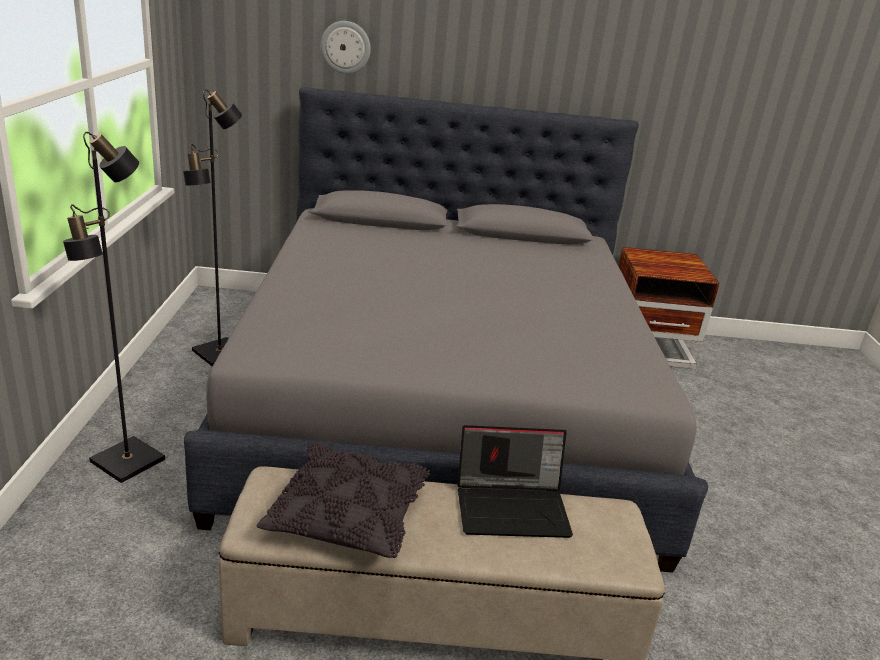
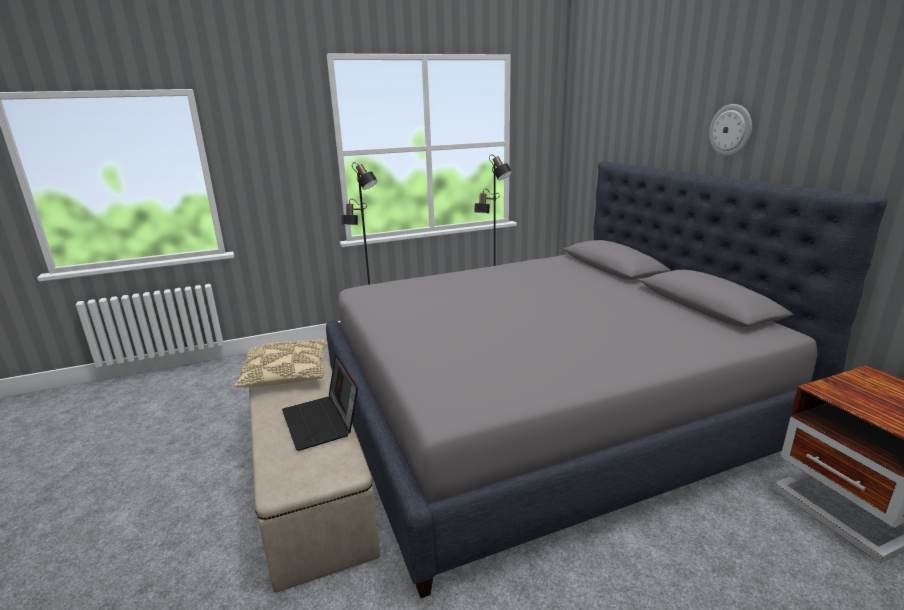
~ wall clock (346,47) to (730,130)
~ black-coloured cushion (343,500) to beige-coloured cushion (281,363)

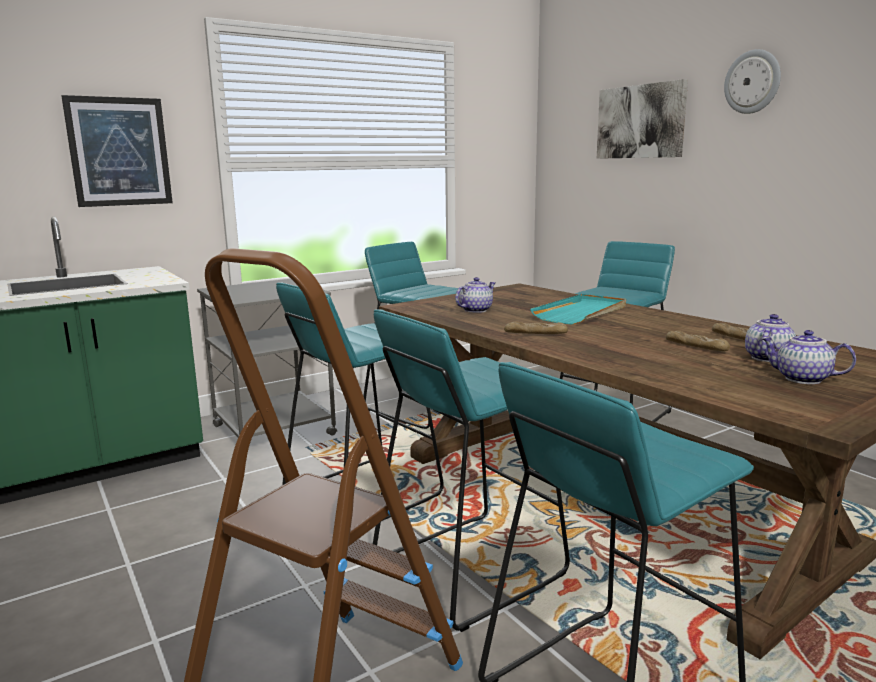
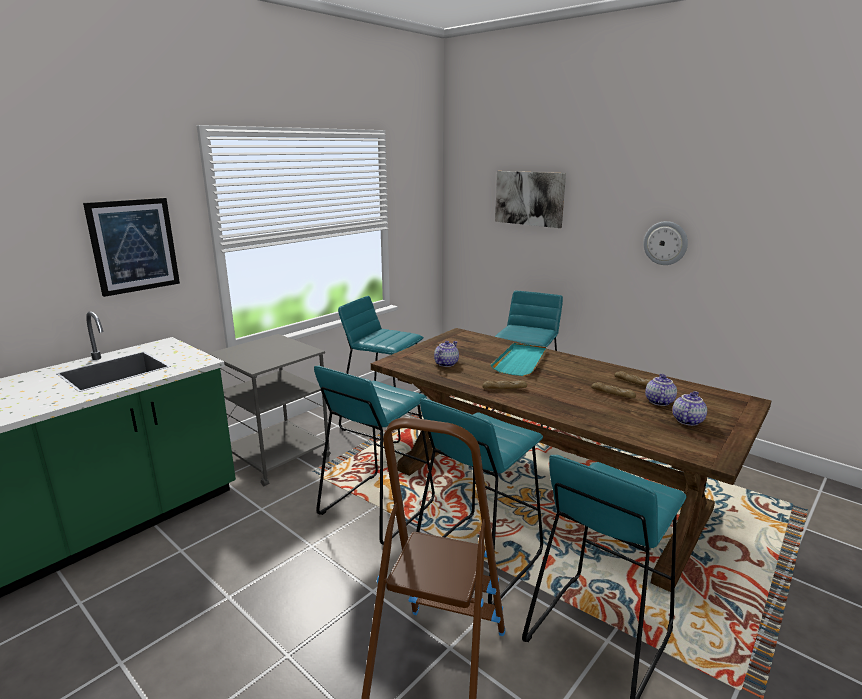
~ wall clock (752,81) to (665,243)
~ pot for tea (808,357) = (690,408) 105 degrees clockwise

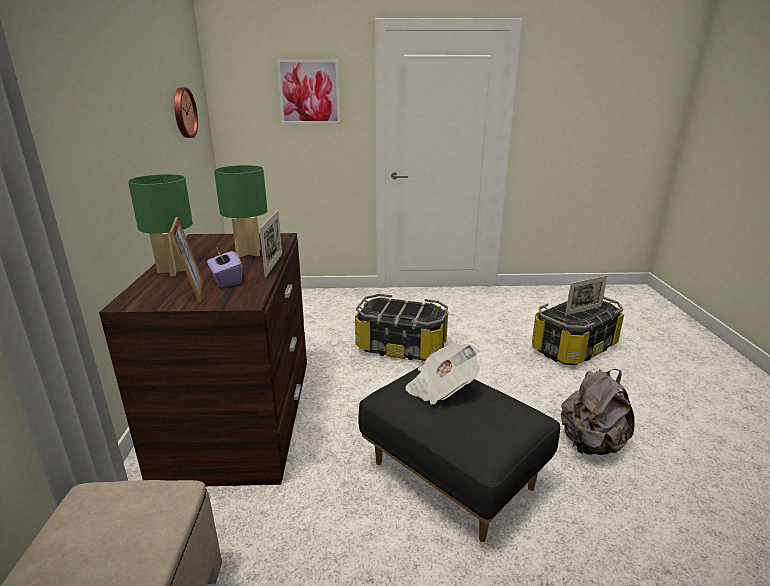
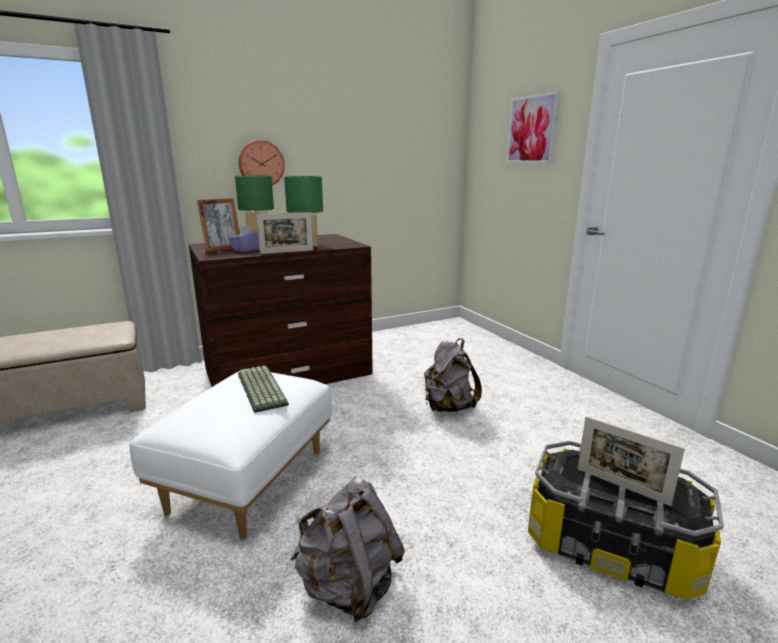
~ wall clock (186,113) to (261,162)
~ storage bin (401,327) to greyish backpack (453,375)
~ daily paper (443,374) to computer keyboard (263,389)
~ black-coloured footrest (459,453) to white footrest (231,454)

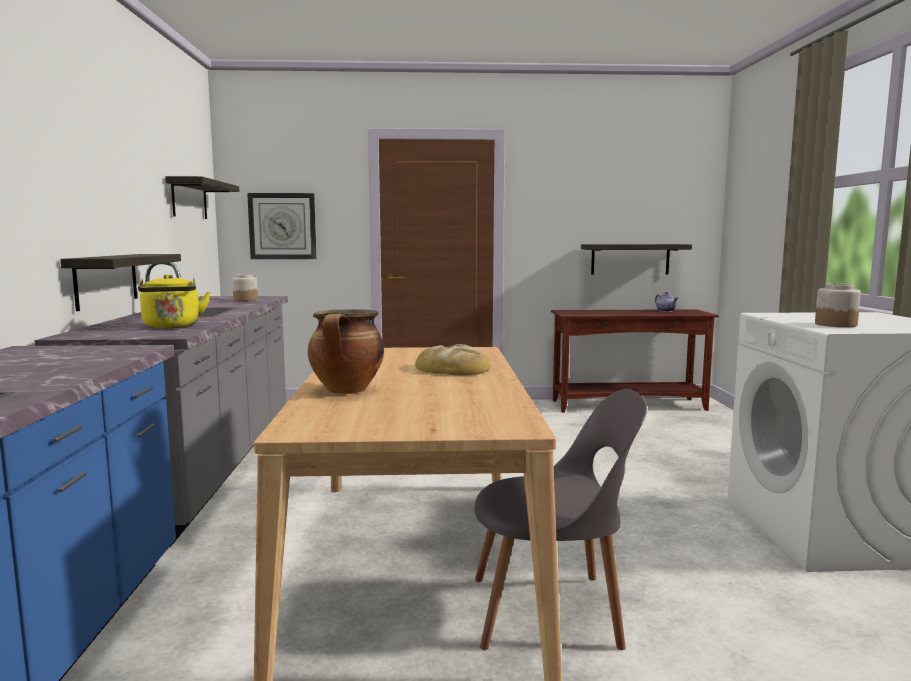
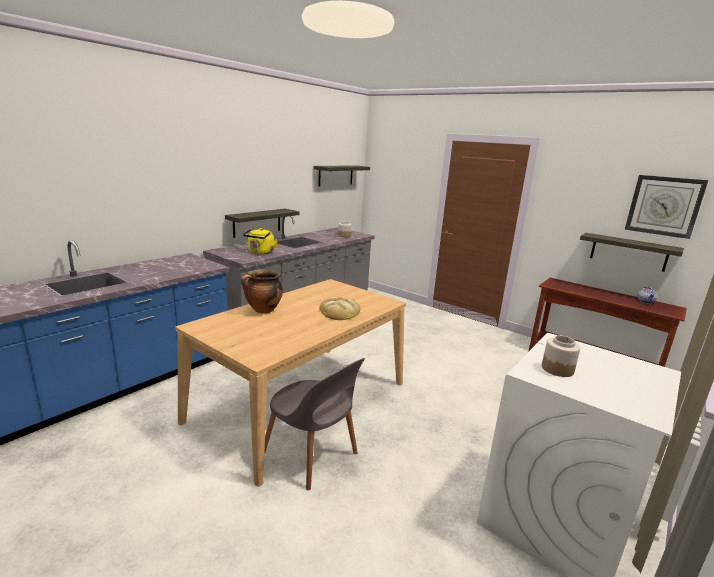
~ wall clock (282,226) to (666,207)

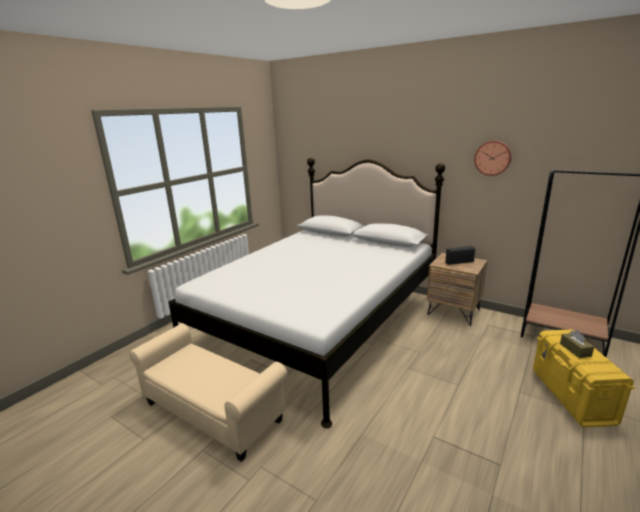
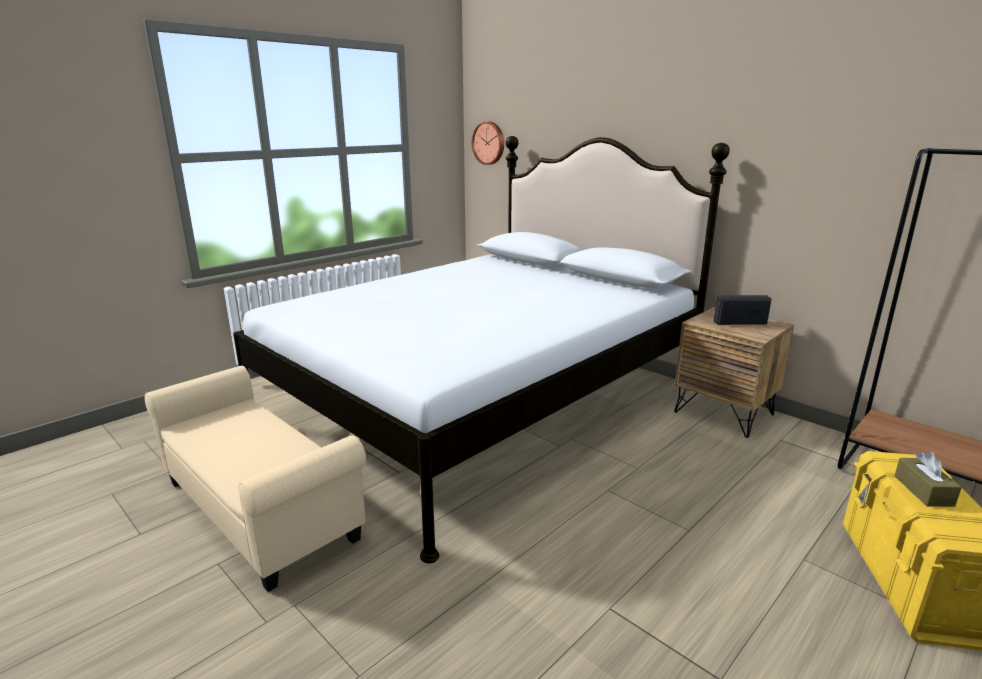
~ wall clock (493,158) to (488,143)

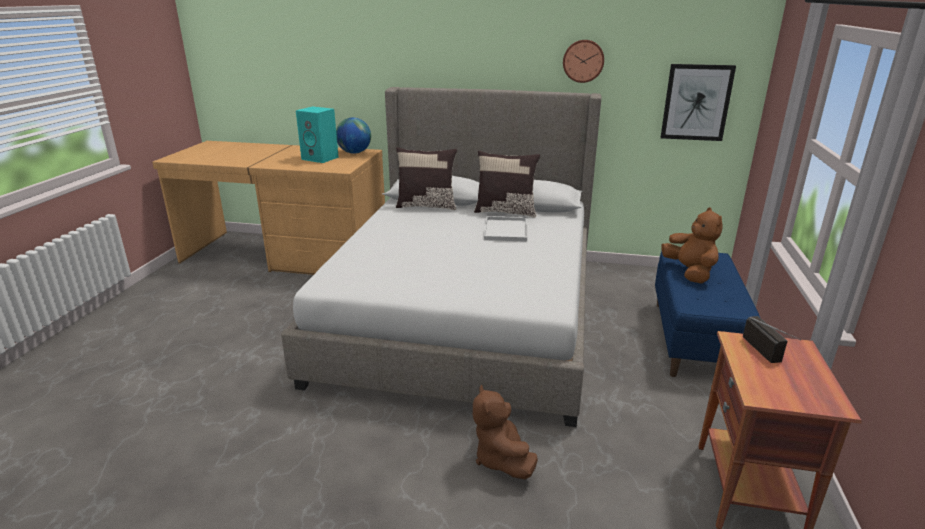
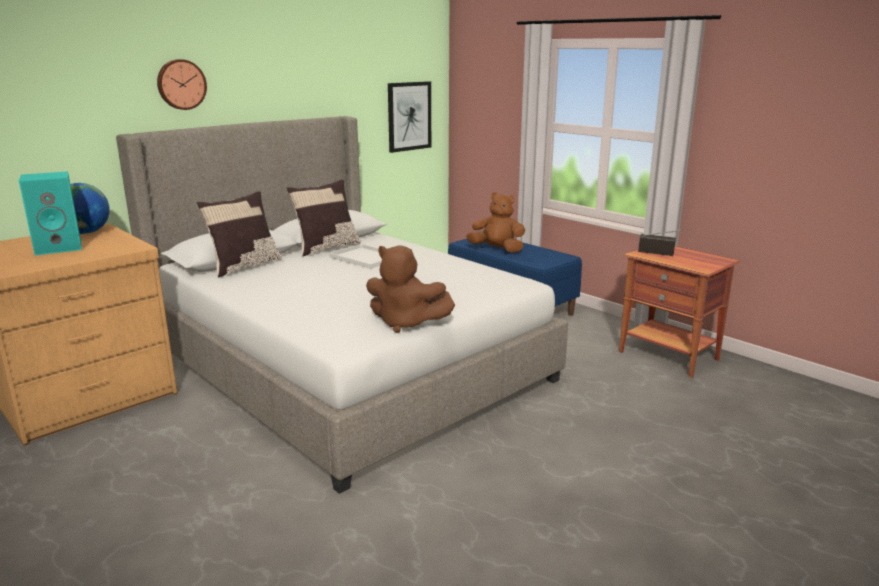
~ wall clock (583,61) to (182,84)
~ brownish plush toy (505,432) to (410,289)

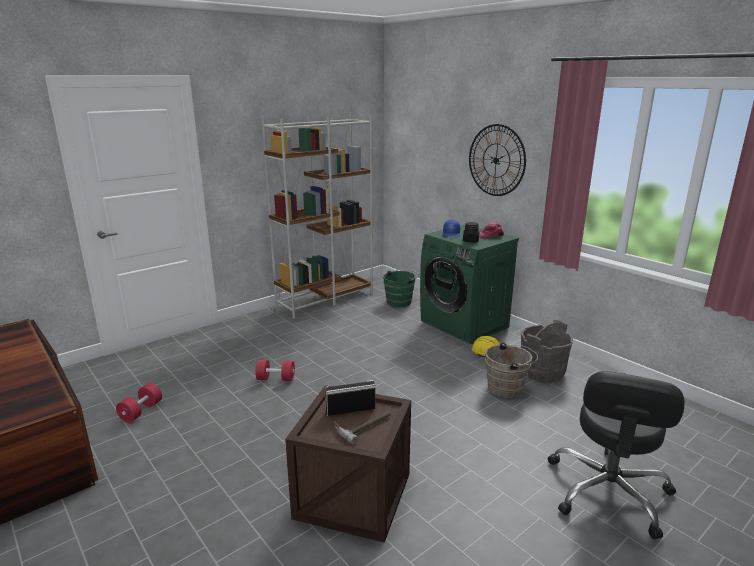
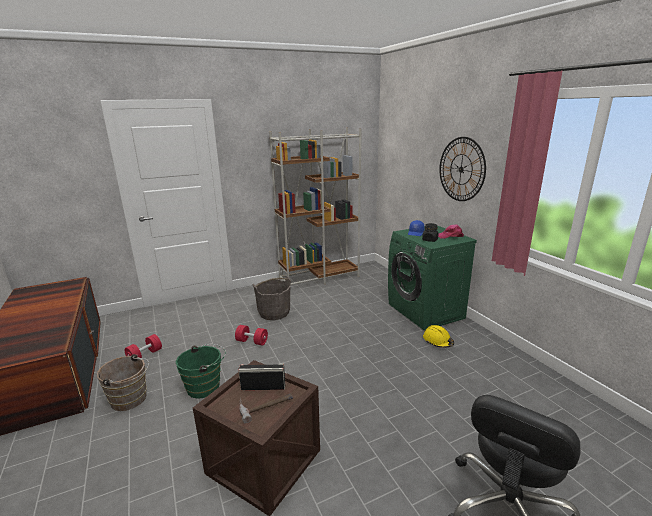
~ green-coloured pail (401,288) to (201,371)
~ greyish pail (547,351) to (271,298)
~ brownish pail (511,370) to (123,382)

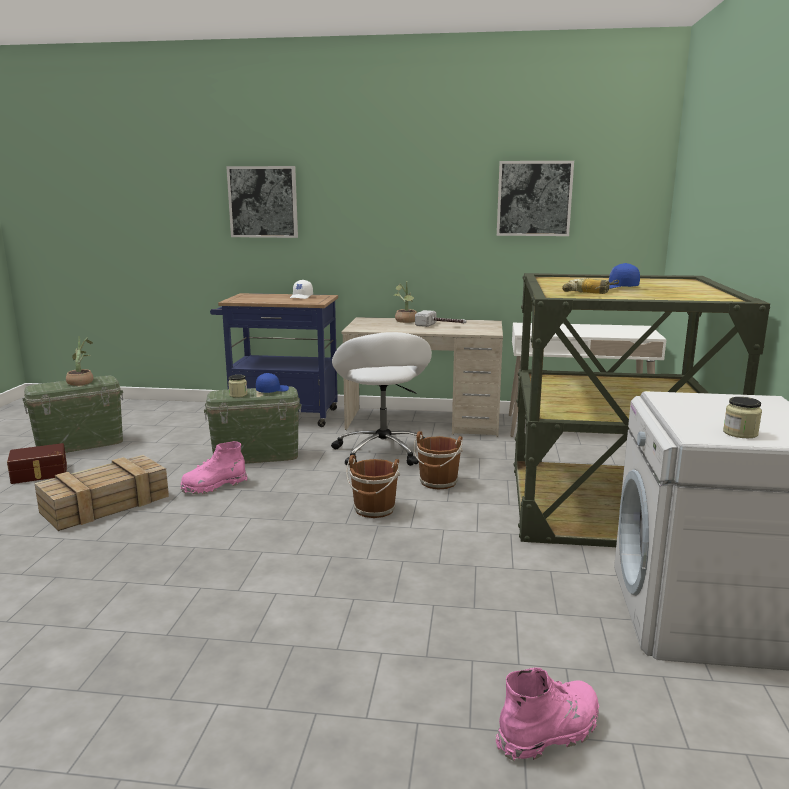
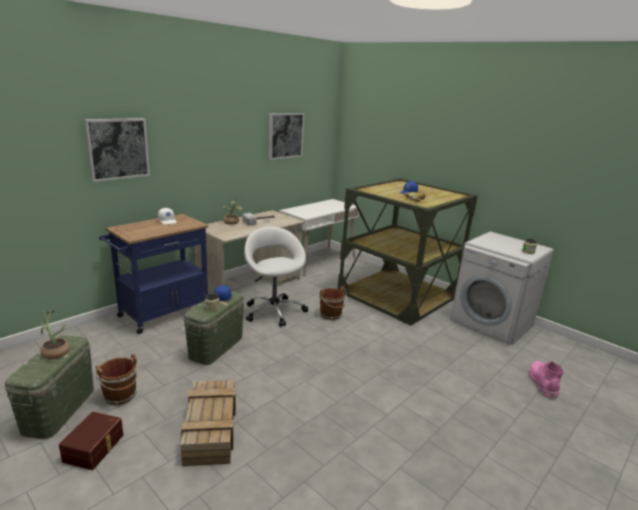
~ white desk chair (381,399) = (276,276) 150 degrees counterclockwise
- pink high-top boot (214,467)
~ brownish pail (373,486) to (117,379)

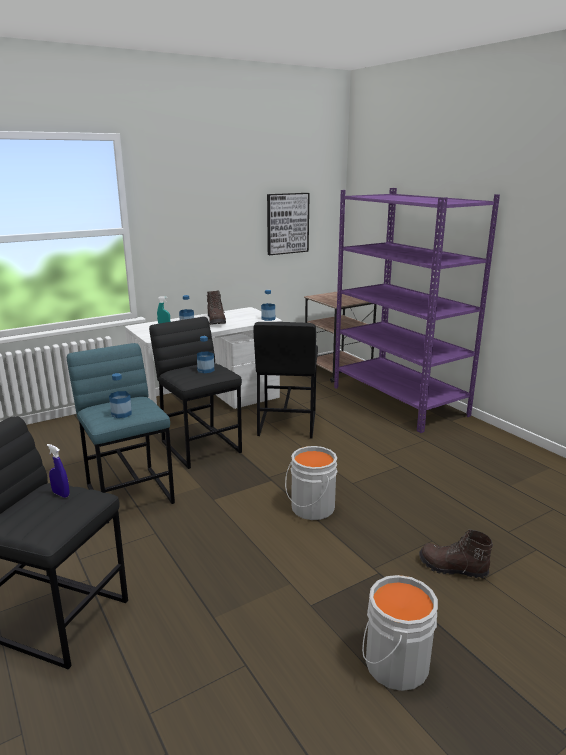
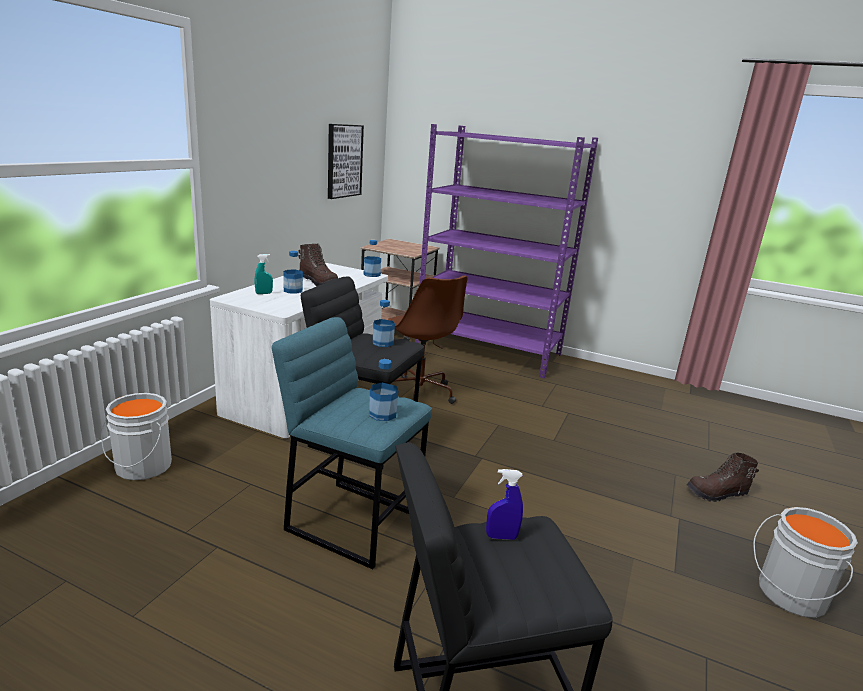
~ black-coloured stool seat (285,380) to brownish desk chair (427,339)
~ greyish pail (311,483) to (136,436)

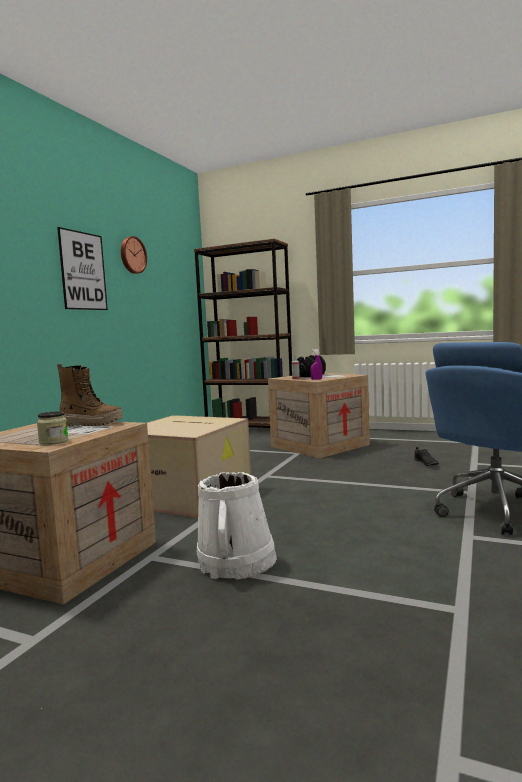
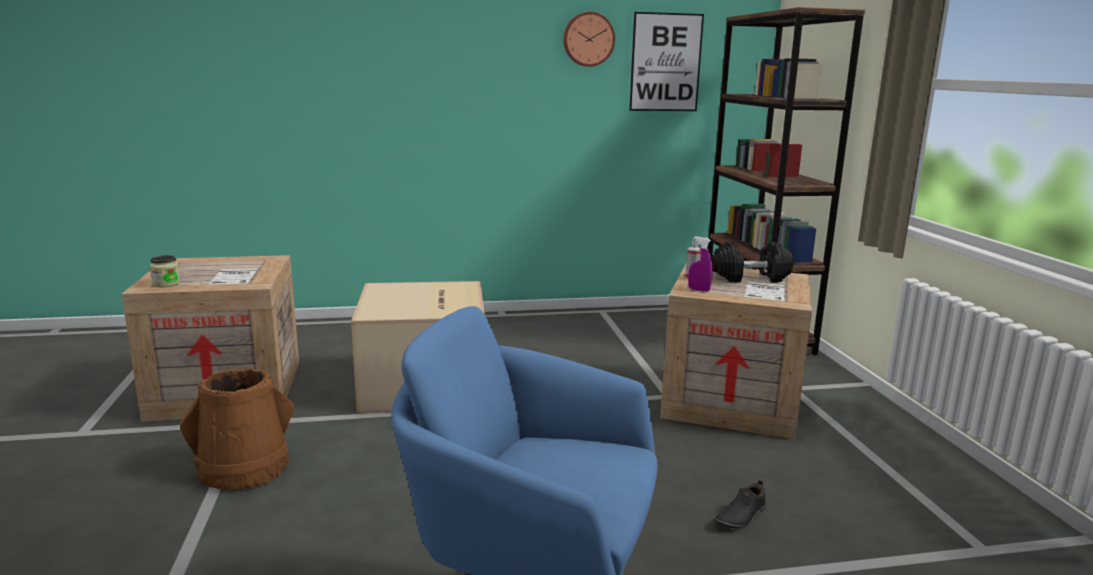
~ wall art (82,268) to (666,61)
- high-top boot (90,395)
~ white pail (237,525) to brownish pail (237,429)

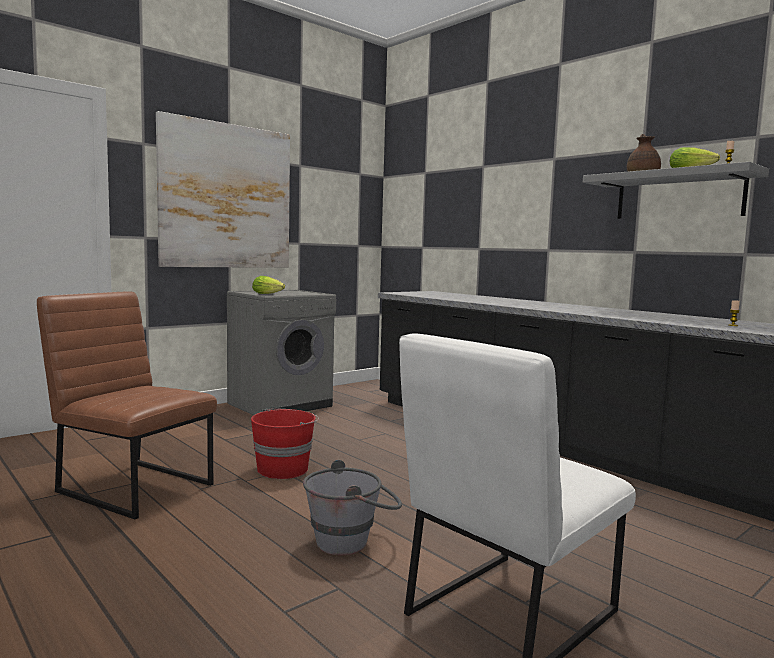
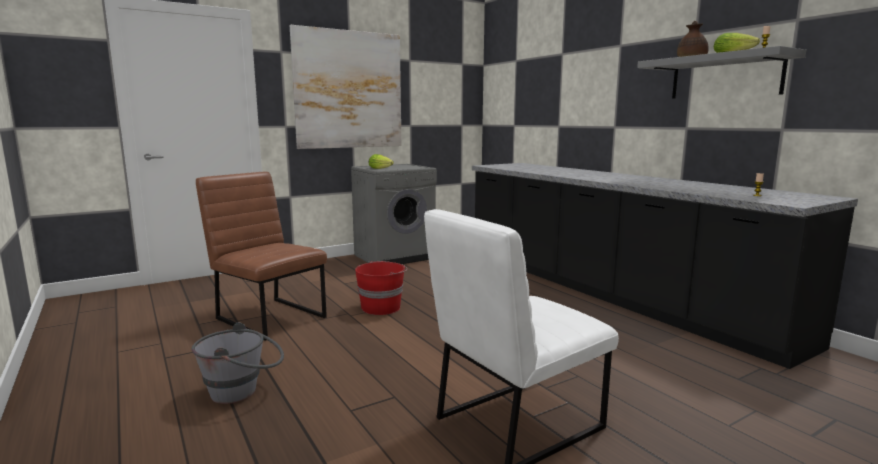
~ greyish pail (352,507) to (238,363)

